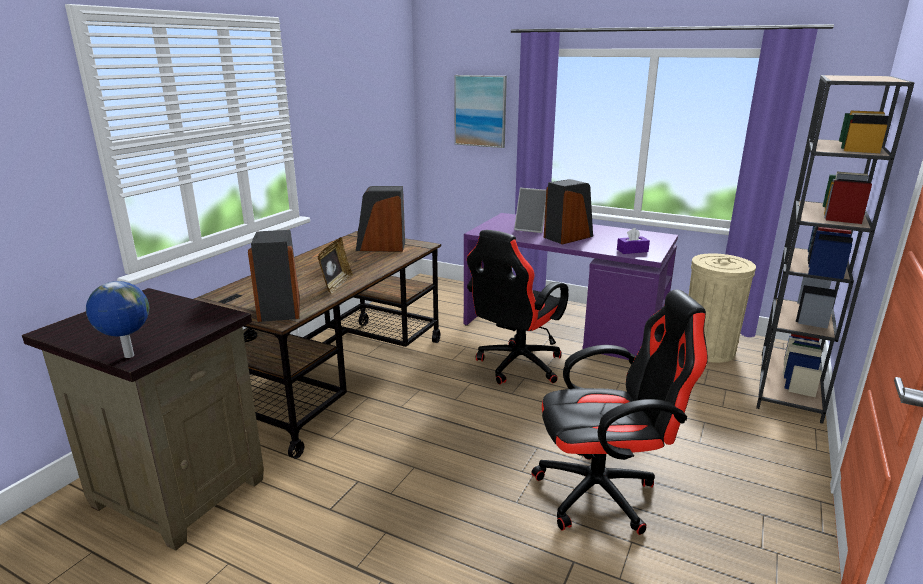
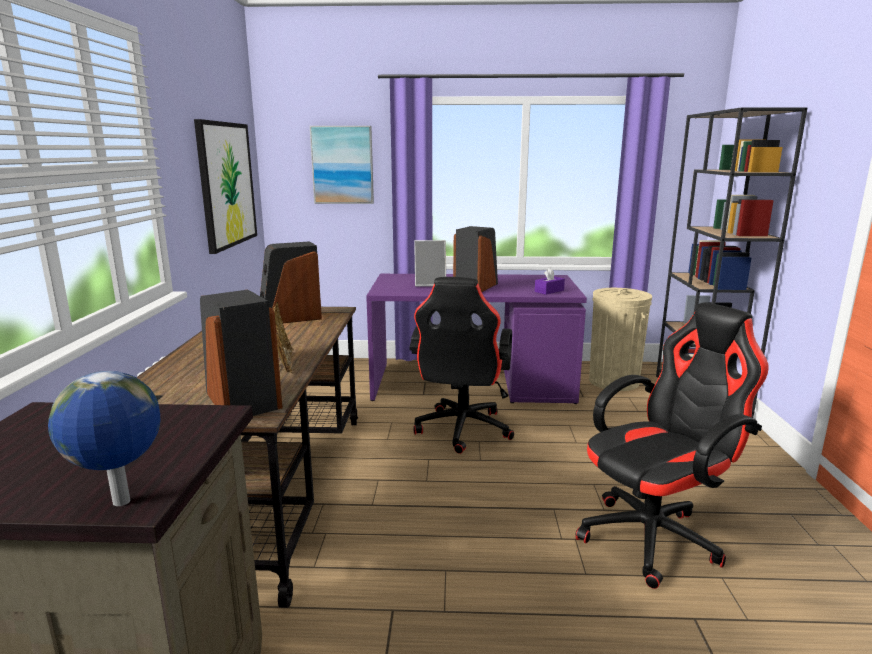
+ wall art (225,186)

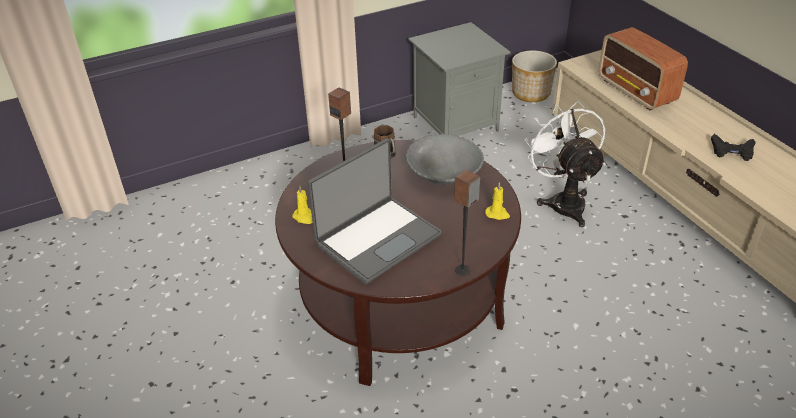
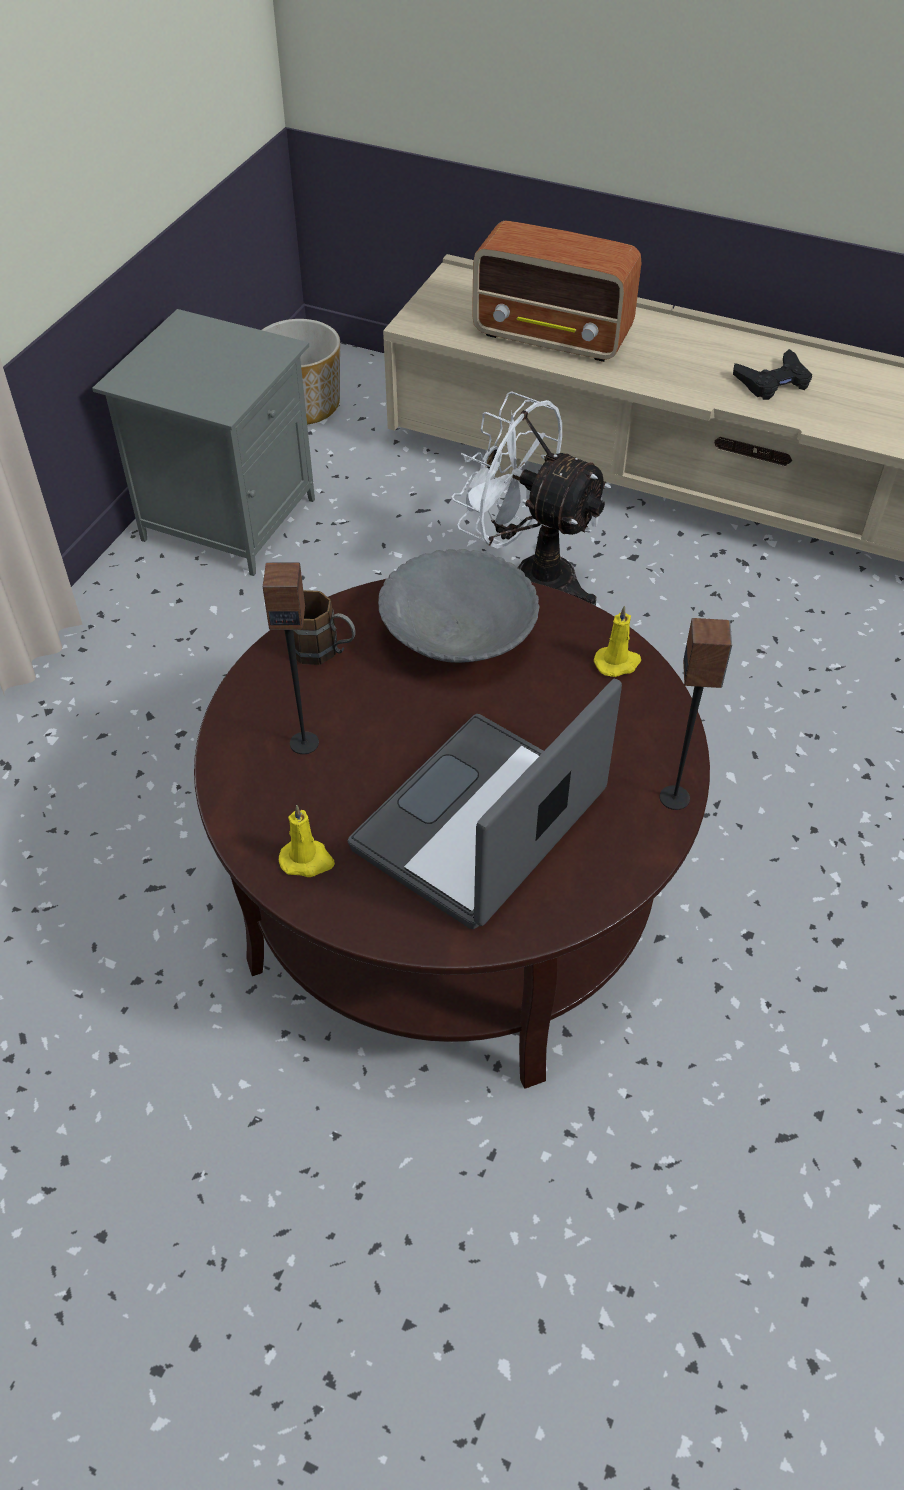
~ notebook computer (375,211) = (485,804) 150 degrees counterclockwise

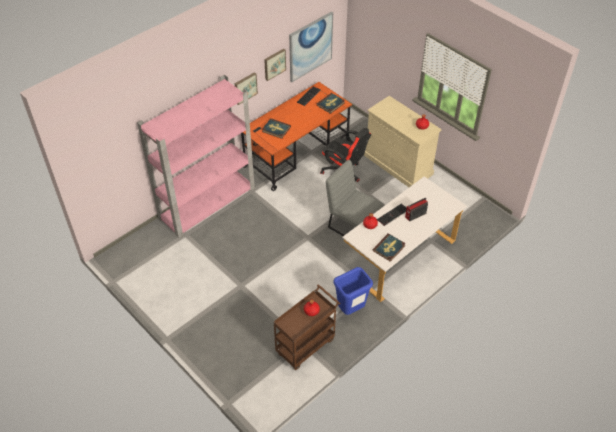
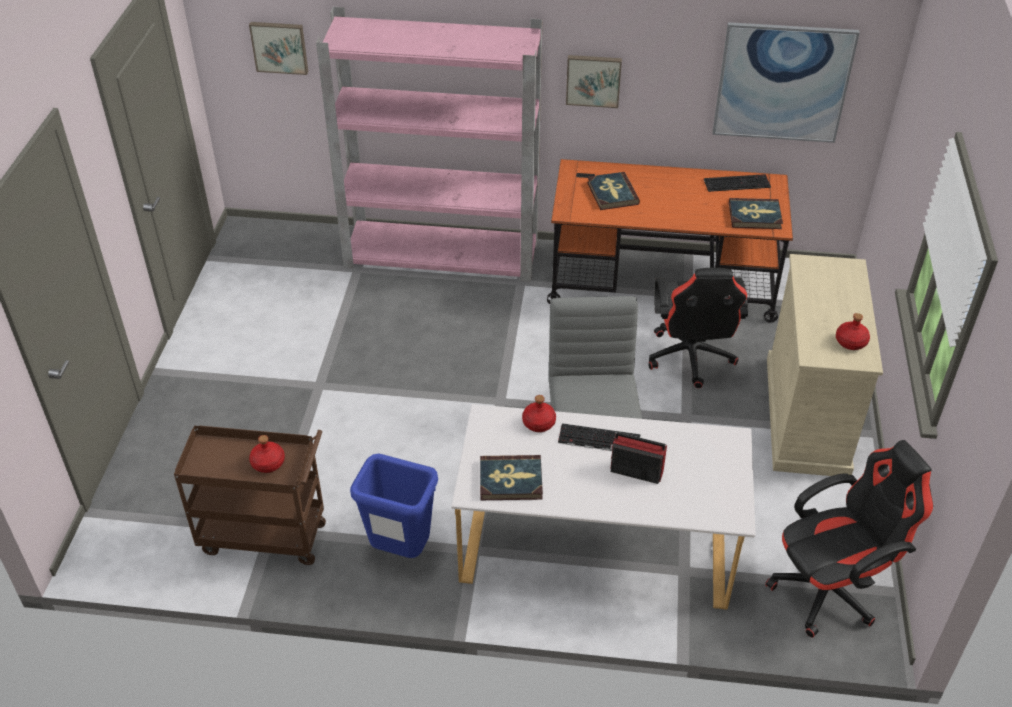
~ wall art (275,65) to (278,48)
+ black-coloured desk chair (849,539)

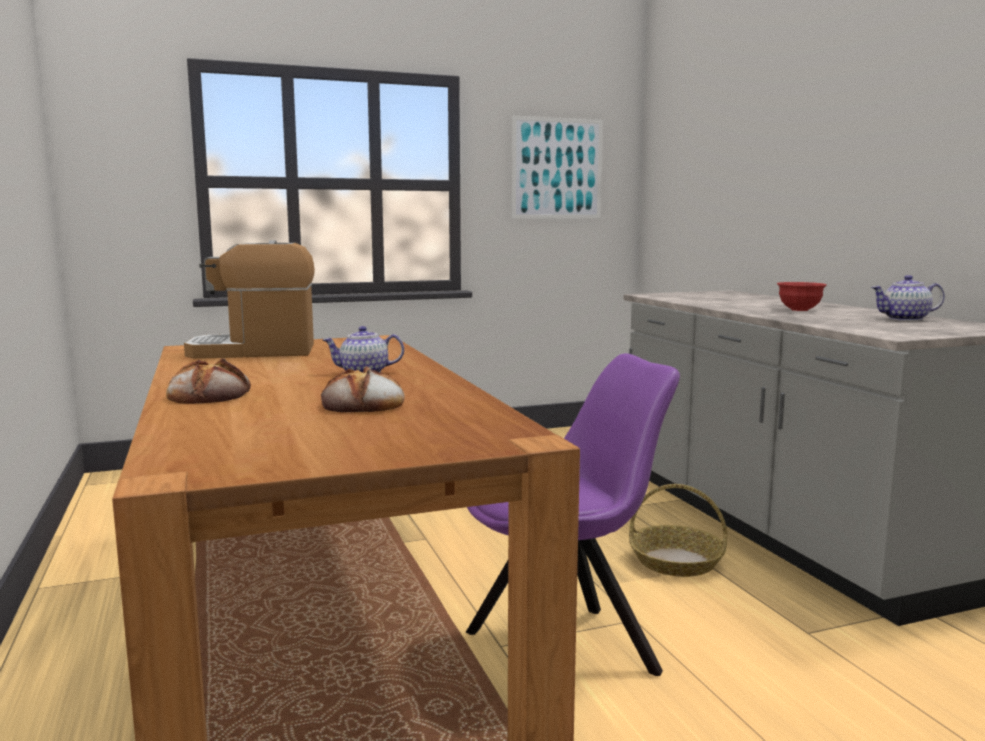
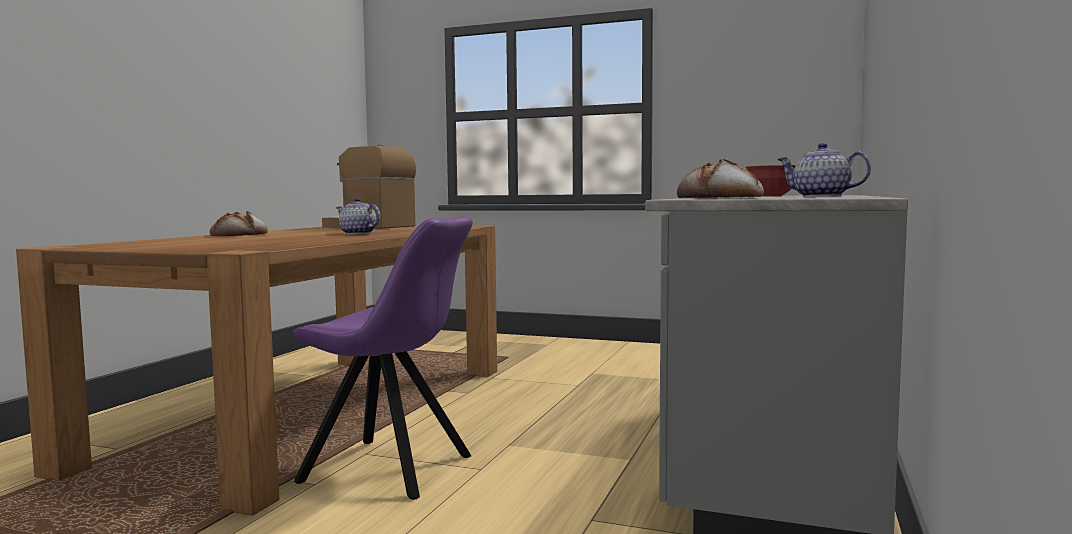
- wall art (557,167)
~ bakery bread (362,389) to (720,178)
- basket (678,530)

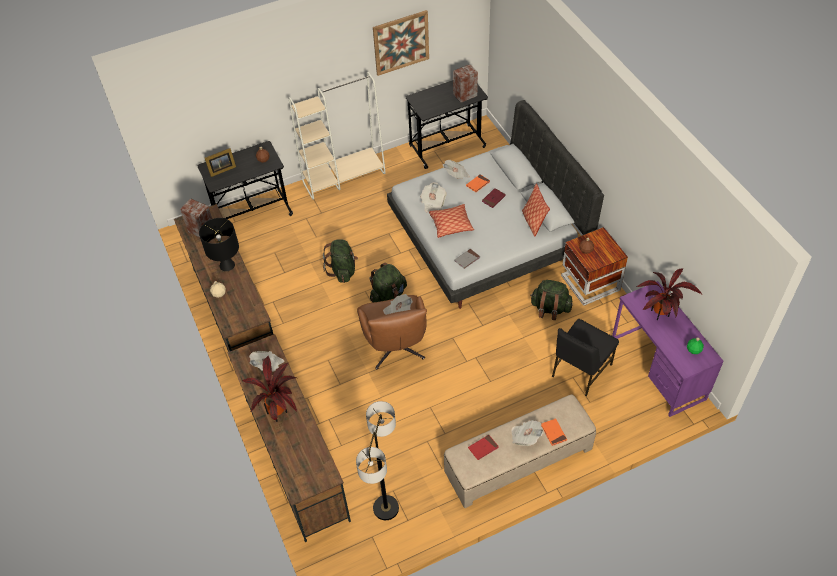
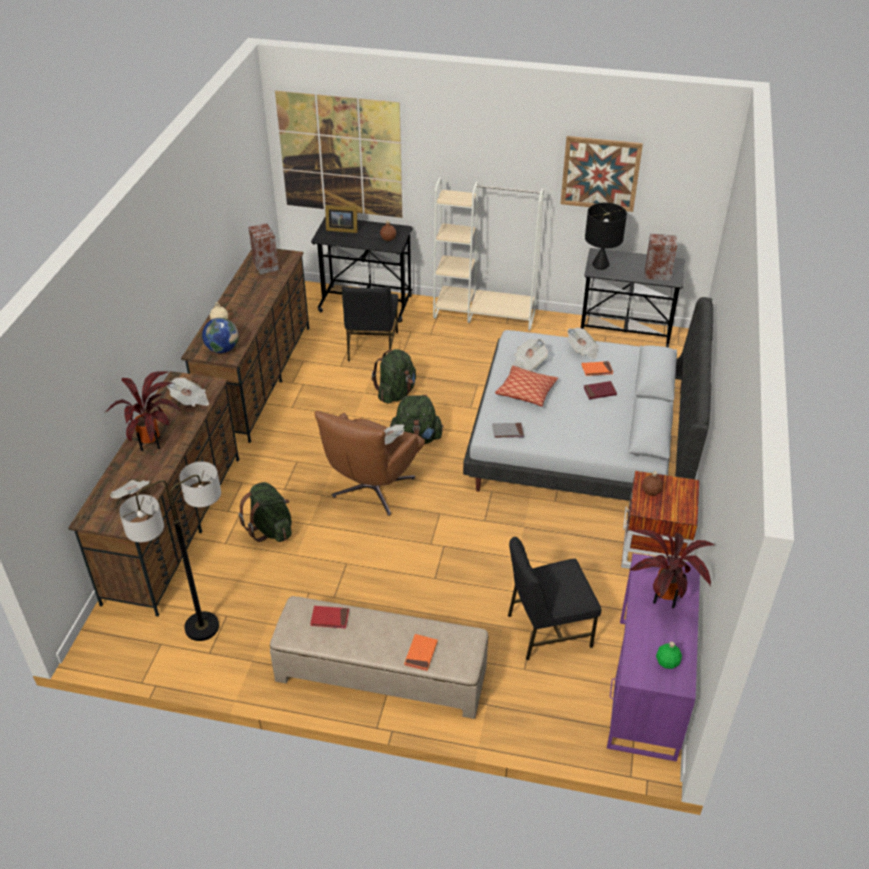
- cushion (536,210)
~ black-coloured lamp for a table (219,244) to (606,236)
~ green-coloured backpack (551,300) to (265,512)
~ daily paper (527,433) to (130,489)
+ wall art (338,154)
+ black-coloured plain chair (370,324)
+ desk globe (220,335)

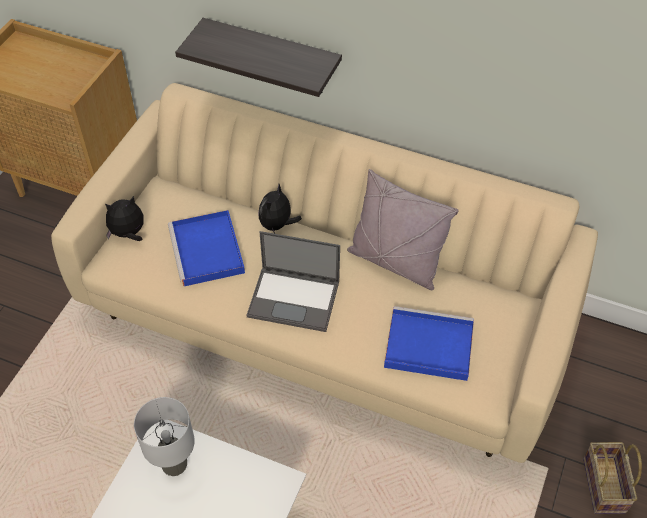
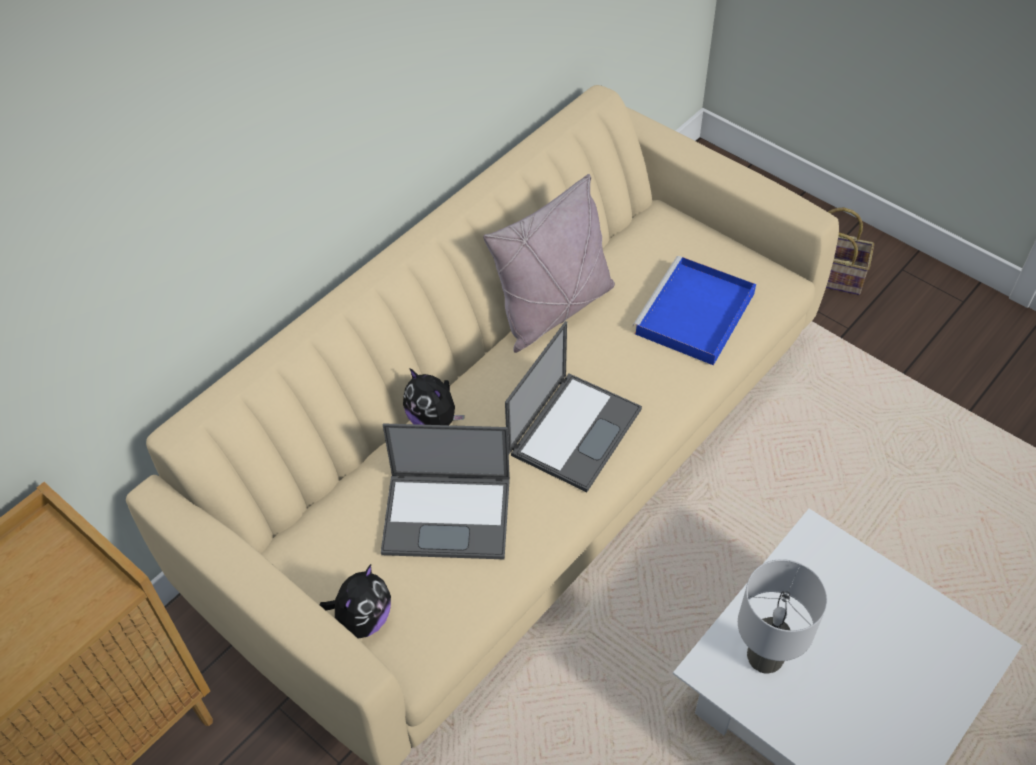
- wall shelf (258,57)
~ plush toy (124,218) = (355,601) 150 degrees counterclockwise
~ blue-coloured carrying tray (206,248) to notebook computer (445,491)

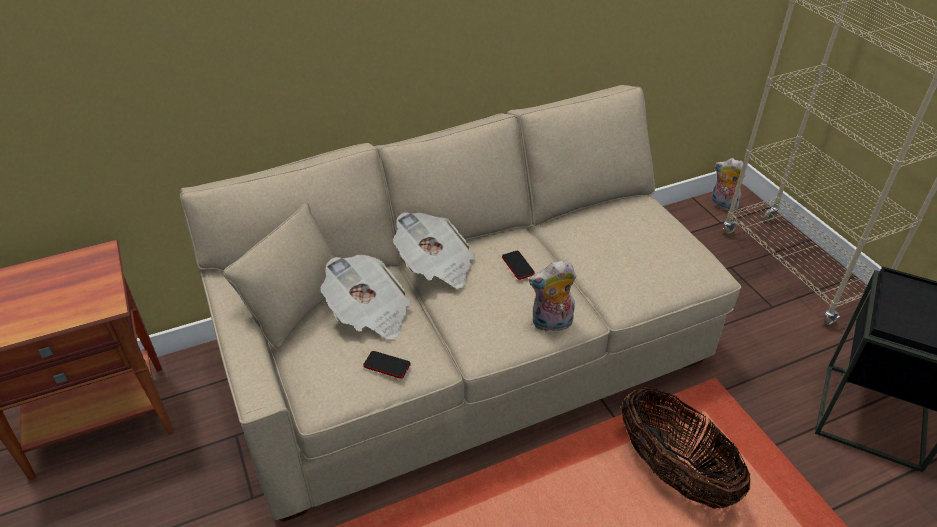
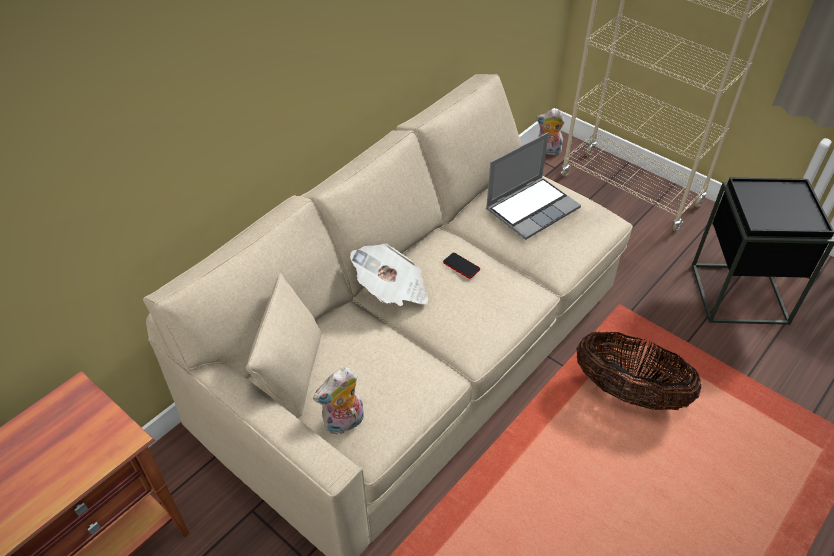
- daily paper (366,297)
~ plush toy (552,295) to (338,402)
- handset (387,365)
+ notebook computer (533,186)

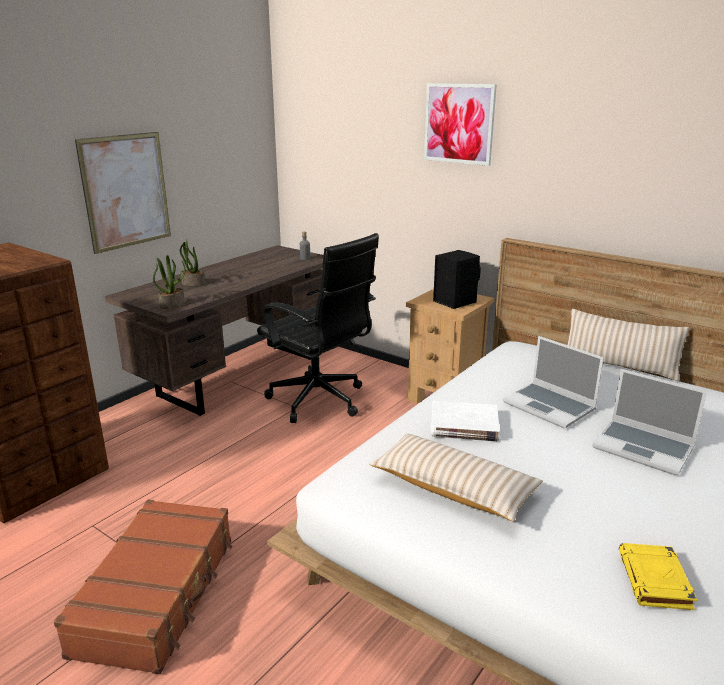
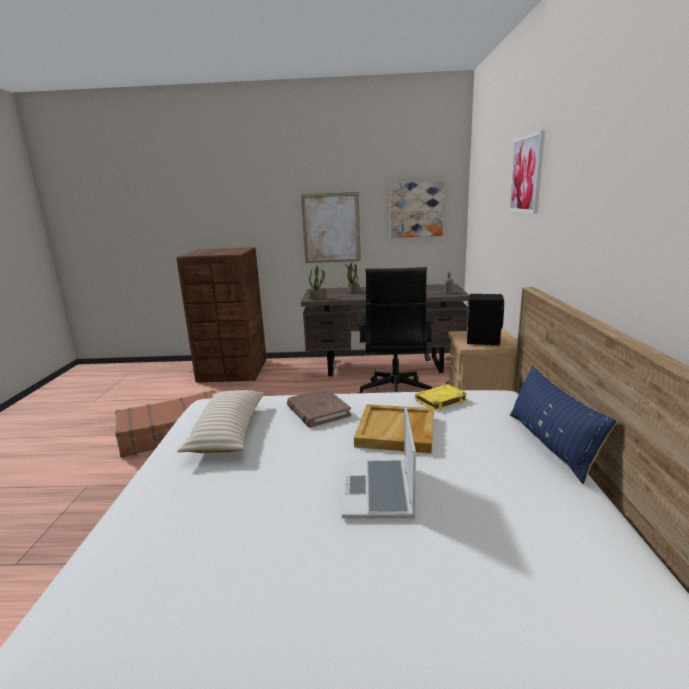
~ beige-coloured cushion (628,345) to blue-coloured cushion (563,424)
~ notebook computer (553,382) to beige-coloured carrying tray (394,428)
~ white book (465,421) to brownish book (319,408)
~ yellow book (658,576) to (441,397)
+ wall art (417,209)

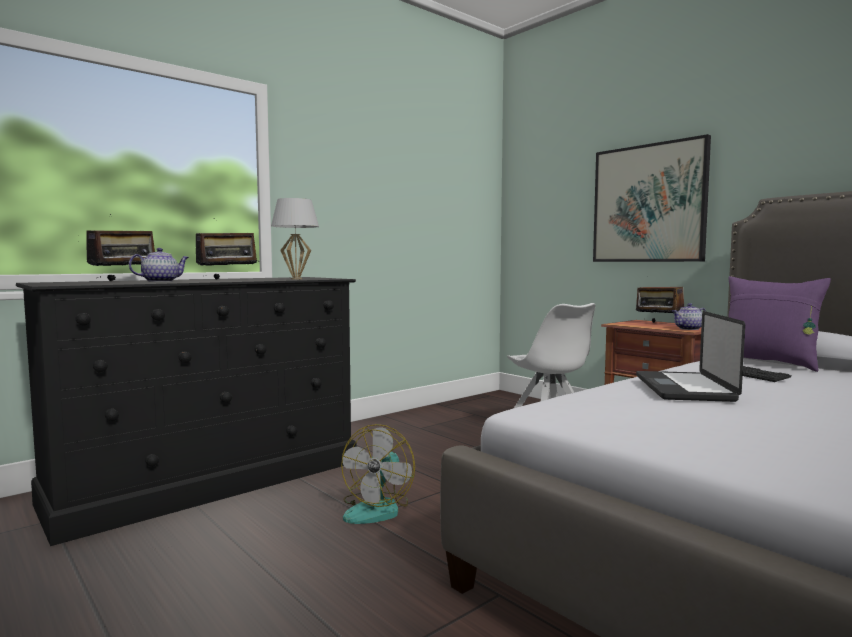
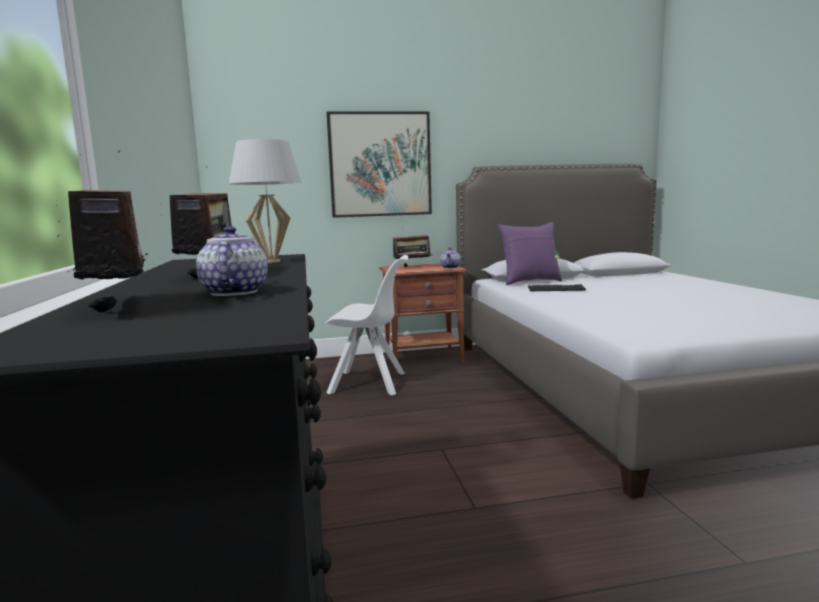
- notebook computer (690,356)
- electric fan (378,474)

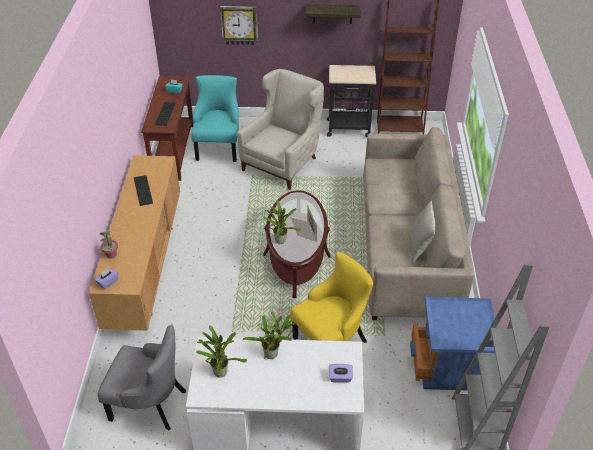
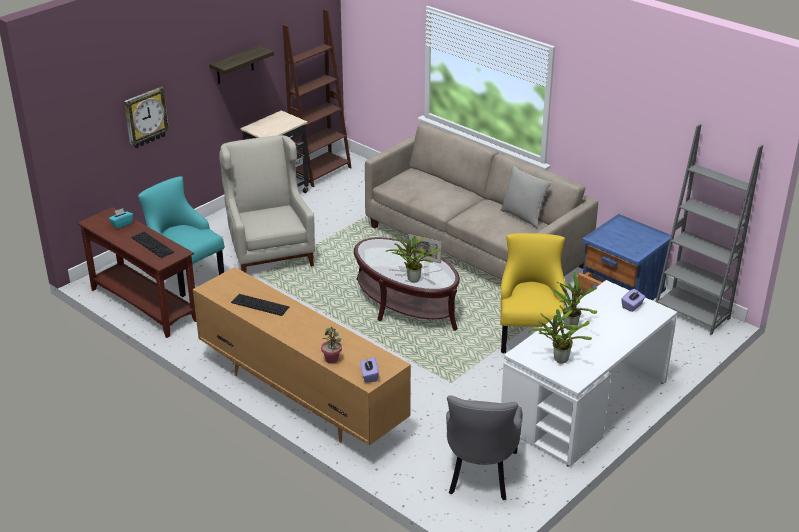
~ greyish plain chair (142,377) = (484,447) 135 degrees clockwise

